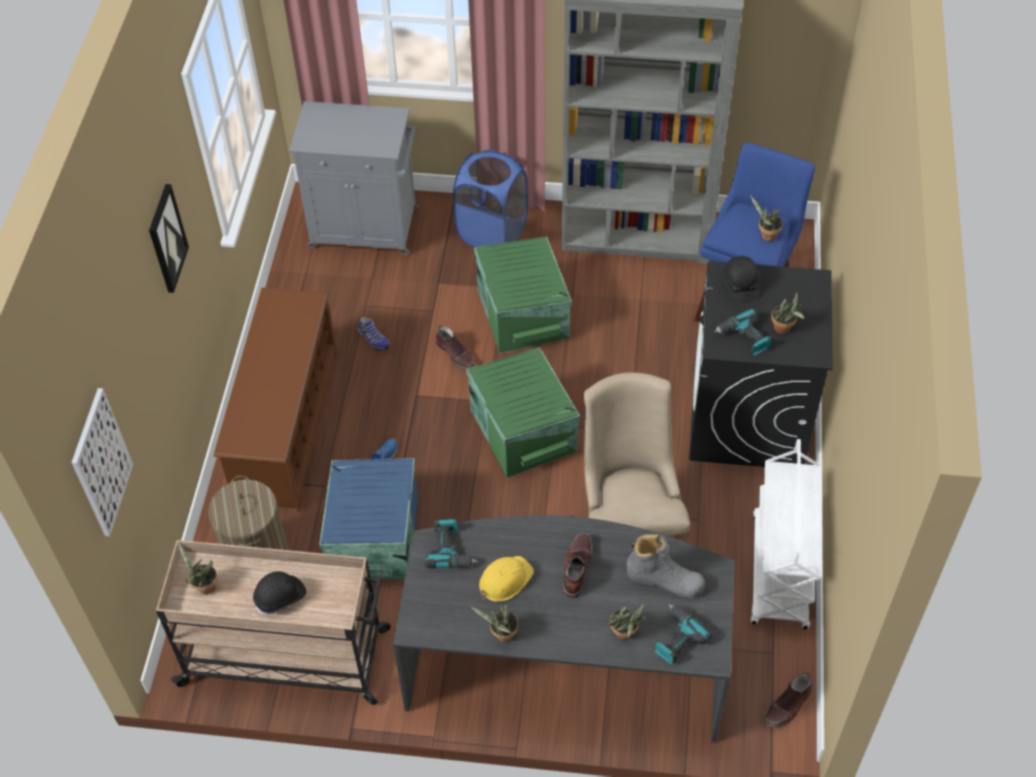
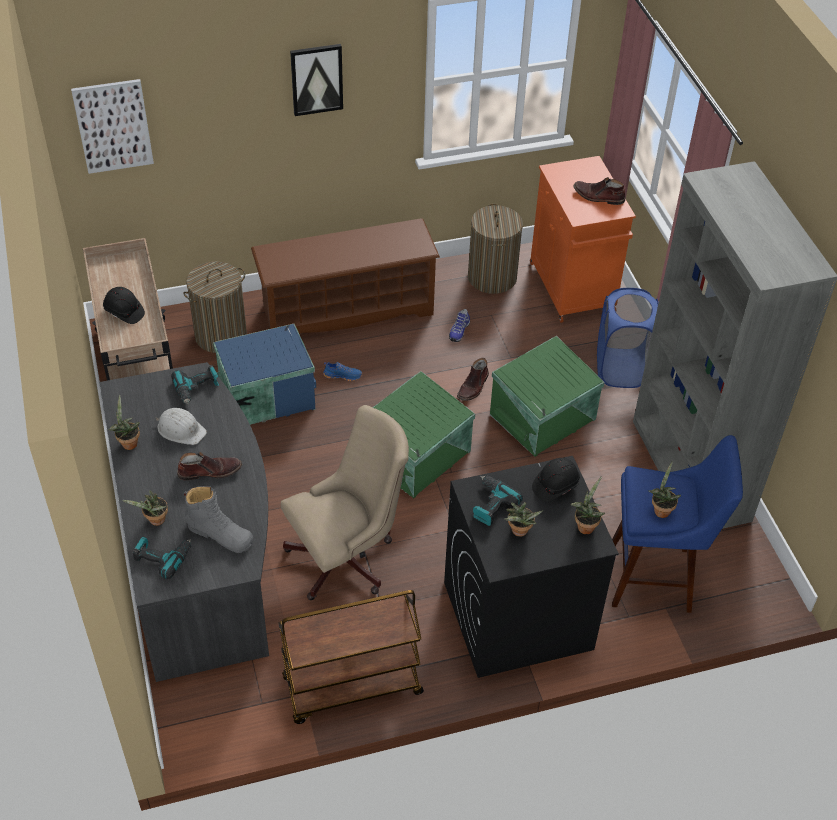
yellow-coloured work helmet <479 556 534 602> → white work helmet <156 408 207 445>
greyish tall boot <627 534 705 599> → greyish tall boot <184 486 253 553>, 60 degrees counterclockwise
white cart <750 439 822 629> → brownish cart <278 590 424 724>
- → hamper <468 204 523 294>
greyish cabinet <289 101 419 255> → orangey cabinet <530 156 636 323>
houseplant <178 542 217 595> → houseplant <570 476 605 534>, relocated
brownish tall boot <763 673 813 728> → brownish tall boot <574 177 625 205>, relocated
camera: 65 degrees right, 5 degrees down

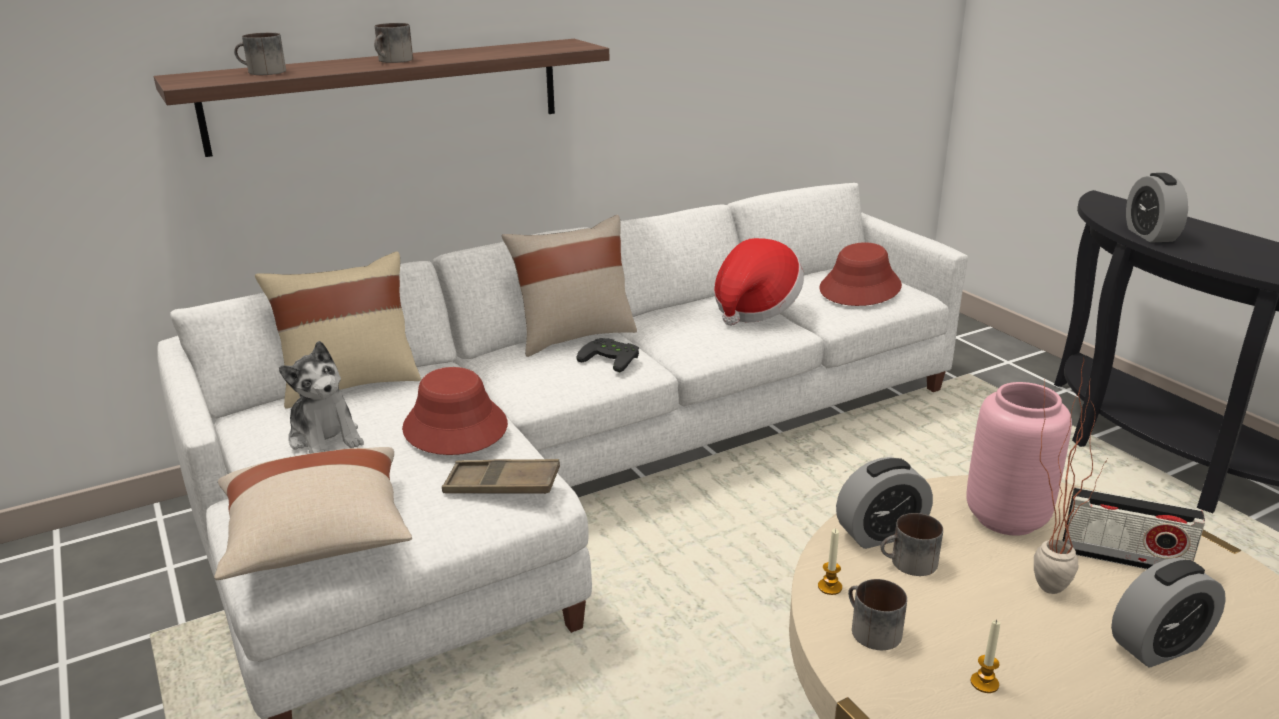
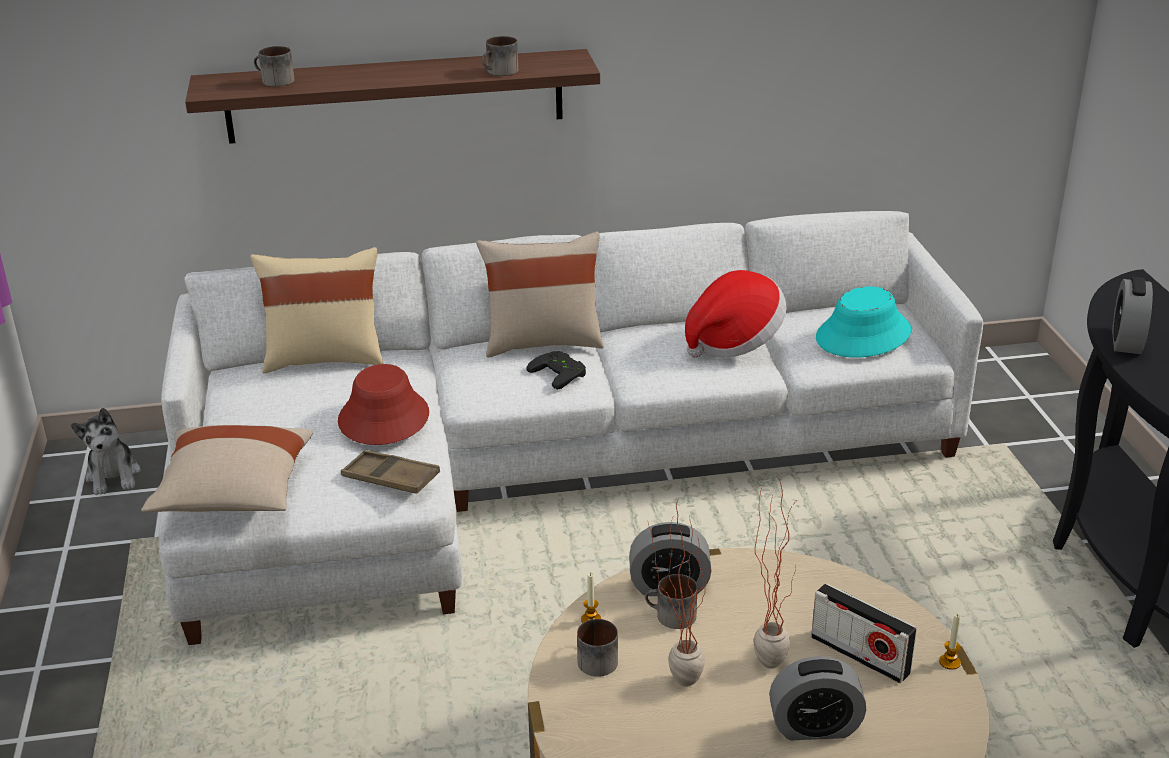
cuddly toy <279 341 364 454> → cuddly toy <71 408 141 495>, relocated
mug <374 23 413 63> → mug <482 36 518 76>, relocated
- → houseplant <648 500 712 687>
red-coloured clothing hat <820 242 902 306> → turquoise-coloured clothing hat <816 286 911 358>
candle <971 620 1000 693> → candle <939 614 961 670>, relocated
pink flower vase <966 382 1072 536> → -
camera: 20 degrees right, 5 degrees up

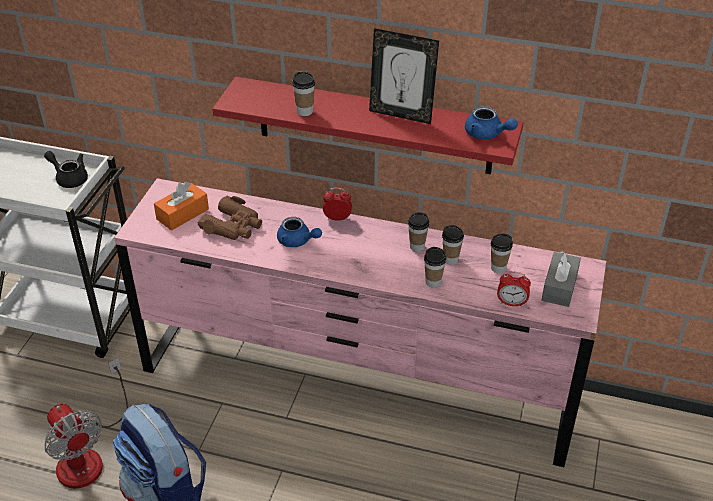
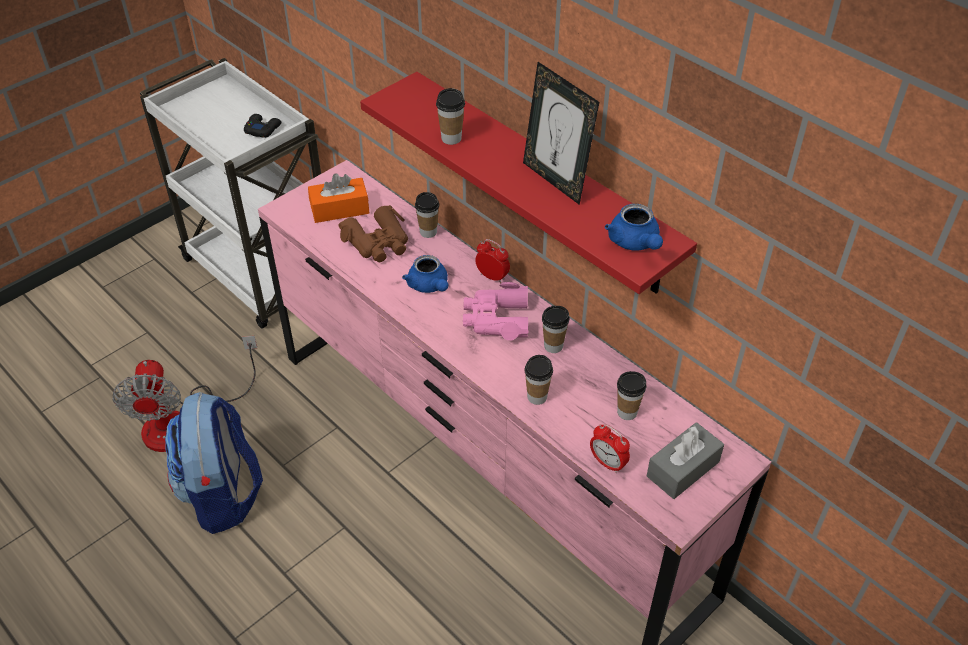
black-coloured pot for tea <44 151 88 188> → black-coloured game controller <244 114 281 138>
cup <442 225 464 265> → cup <415 192 439 238>, relocated
- → pink field glasses <463 282 529 340>
camera: 30 degrees right, 5 degrees up

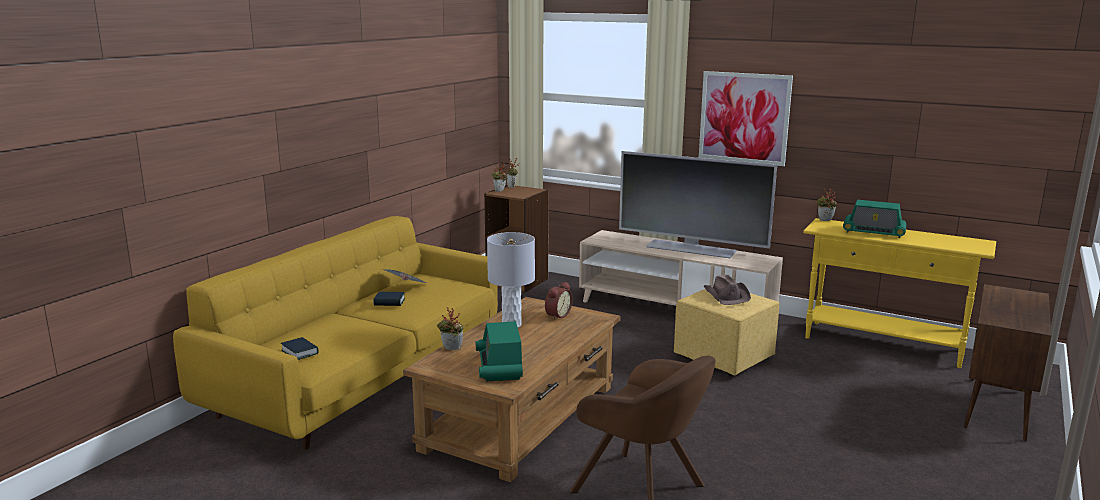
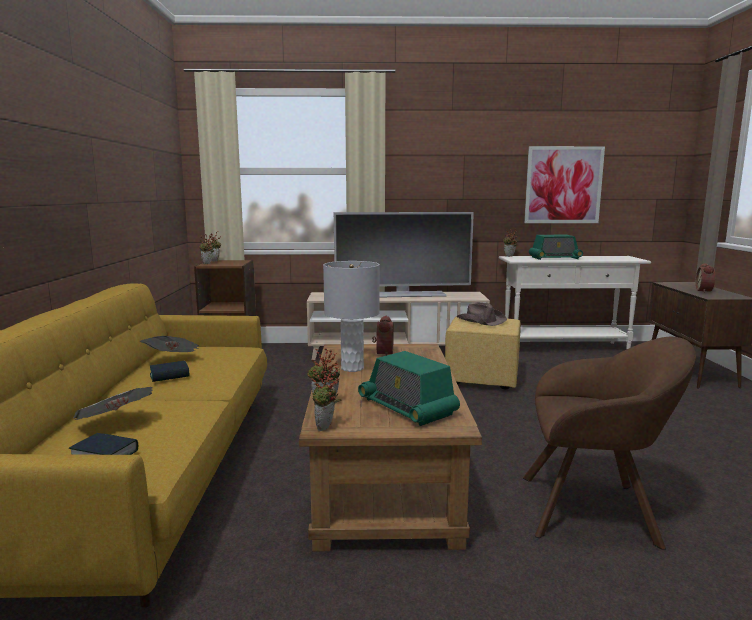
- → daily paper <73 387 153 420>
- → houseplant <311 366 341 431>
yellow-coloured hall table <803 218 996 368> → white hall table <499 256 651 349>
wall art <699 71 793 166> → wall art <524 146 605 223>, relocated
- → table clock <696 263 715 293>
camera: 30 degrees left, 5 degrees down

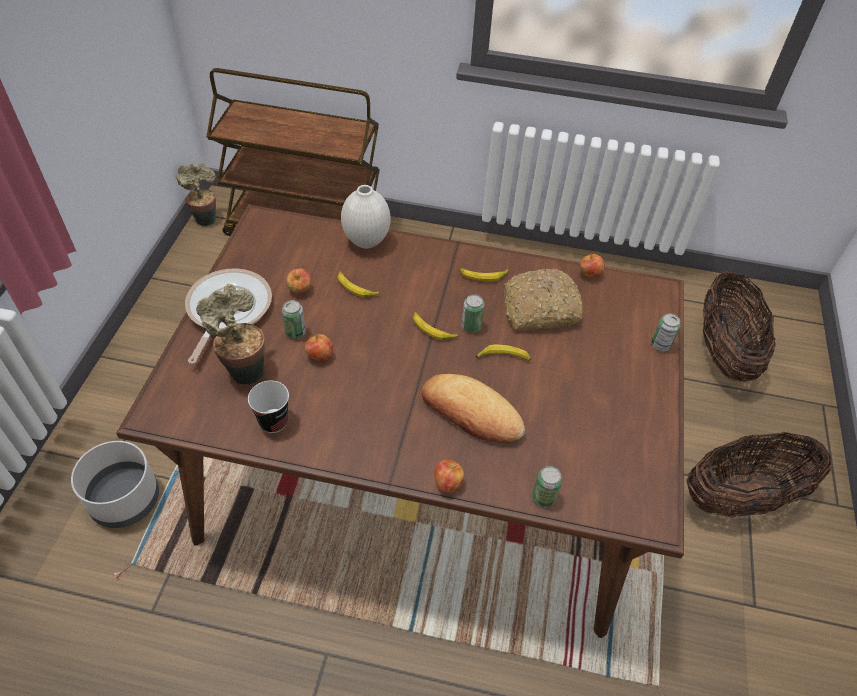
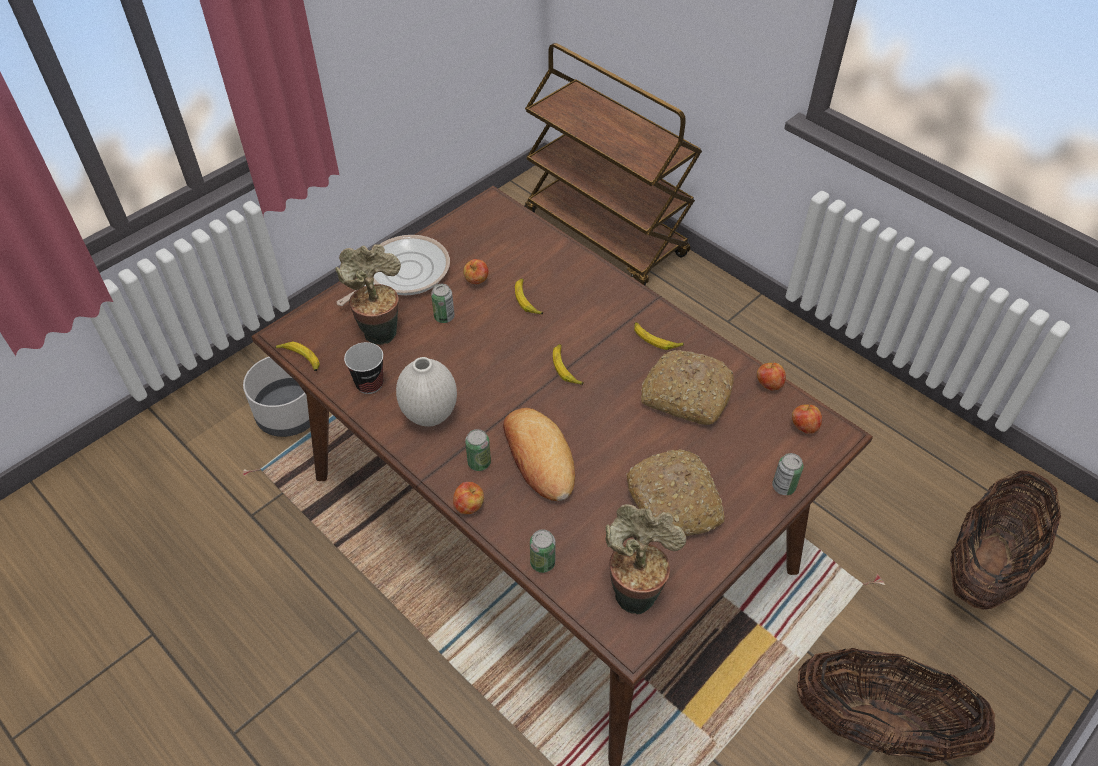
banana fruit <476 345 531 361> → banana fruit <275 341 320 371>, relocated
white flower vase <341 185 391 249> → white flower vase <396 357 457 427>, relocated
sealed can <462 294 485 333> → sealed can <465 429 491 471>, relocated
houseplant <176 163 216 226> → houseplant <605 504 686 614>, relocated
- → bread <626 449 725 536>
whole apple <305 334 333 361> → whole apple <792 404 822 433>, relocated
camera: 35 degrees right, 0 degrees up

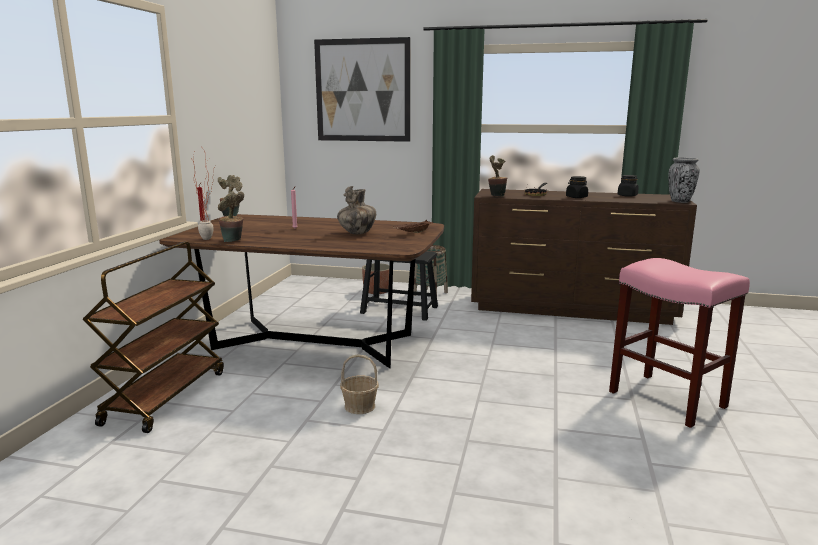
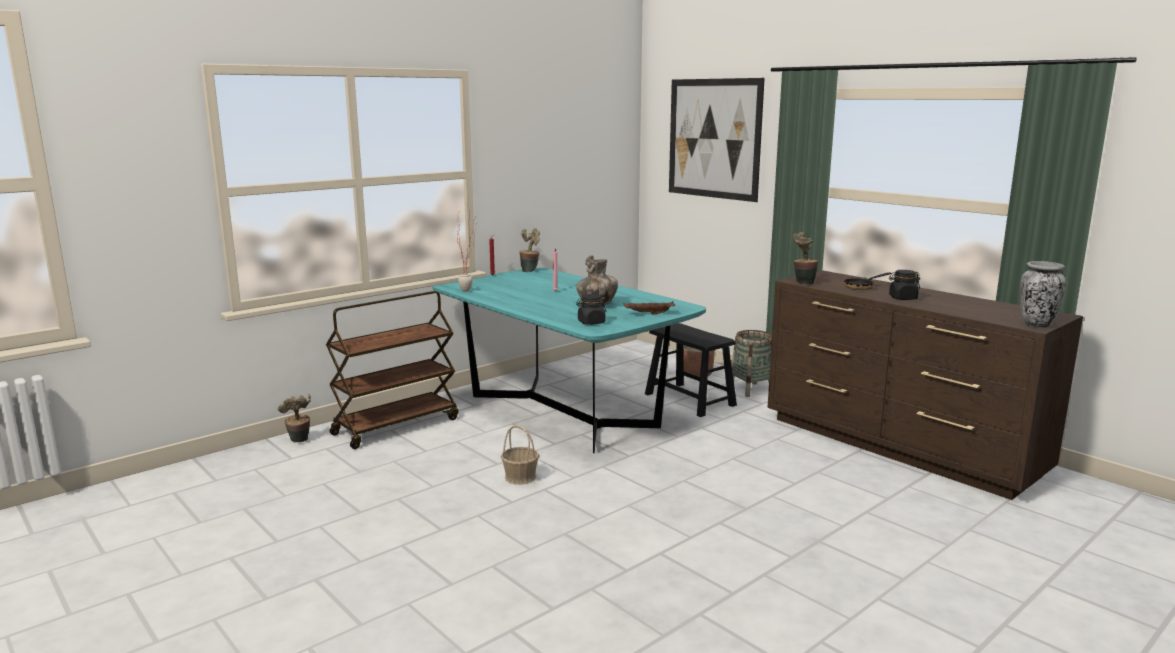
houseplant <218 191 244 242> → houseplant <278 394 311 442>, relocated
brownish dinner table <159 214 444 368> → turquoise-coloured dinner table <433 268 706 453>
black-coloured storage jar <618 175 639 197> → black-coloured storage jar <576 294 606 325>, relocated
pink stool <609 258 750 428> → -
camera: 35 degrees right, 0 degrees up

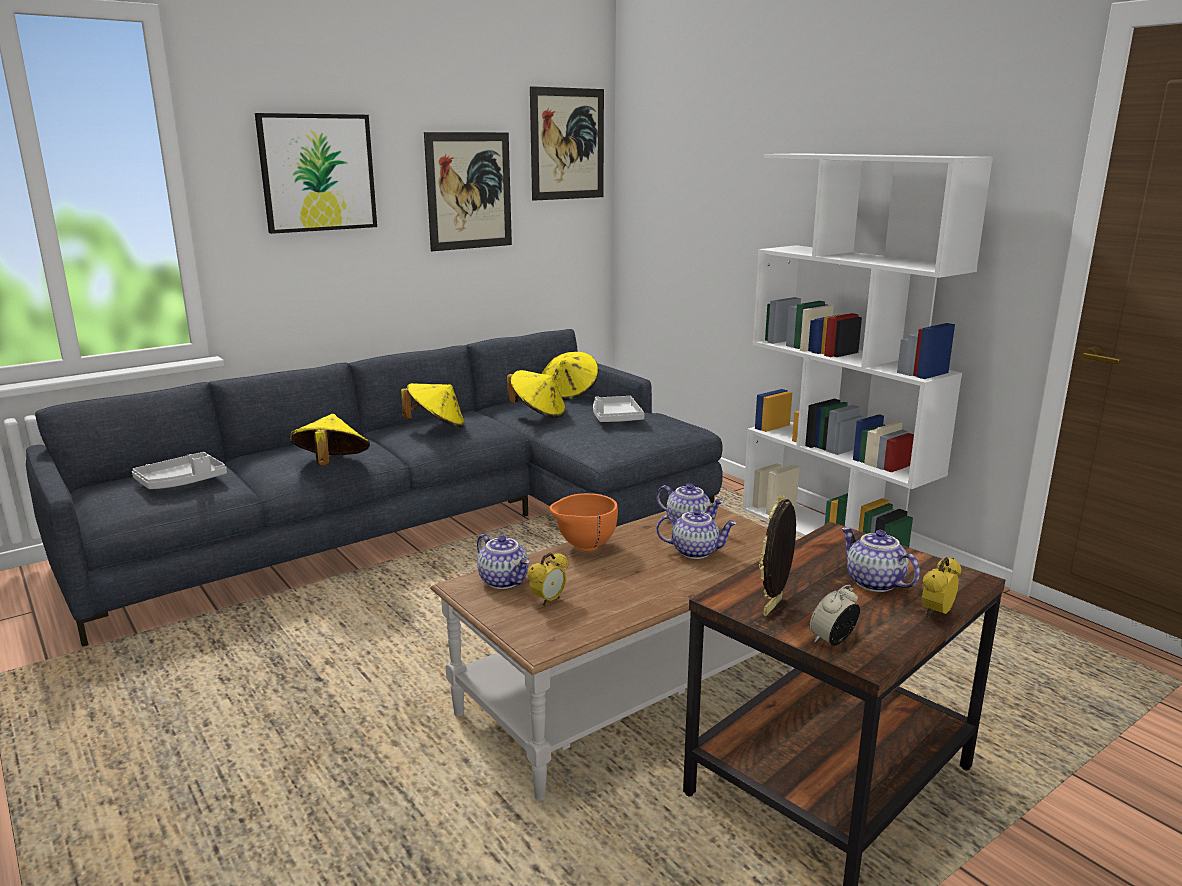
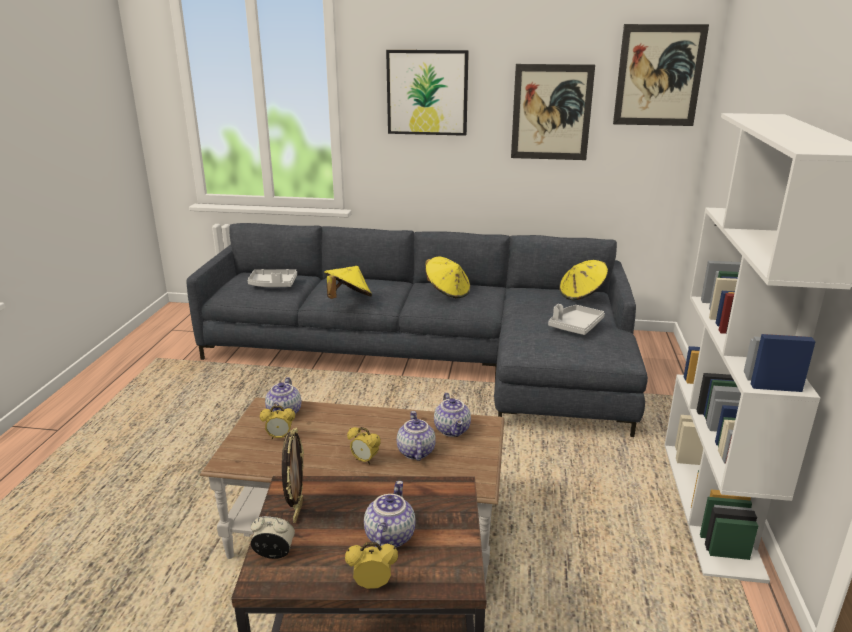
standing frame <759 494 796 616> → standing frame <282 427 304 523>, 105 degrees clockwise
- → table clock <347 427 381 465>
pot for tea <656 509 737 559> → pot for tea <397 411 436 461>, 150 degrees counterclockwise
yellow-coloured clothing hat <507 370 566 418> → -
orangey deep dish <550 493 618 551> → -
camera: 45 degrees right, 5 degrees up

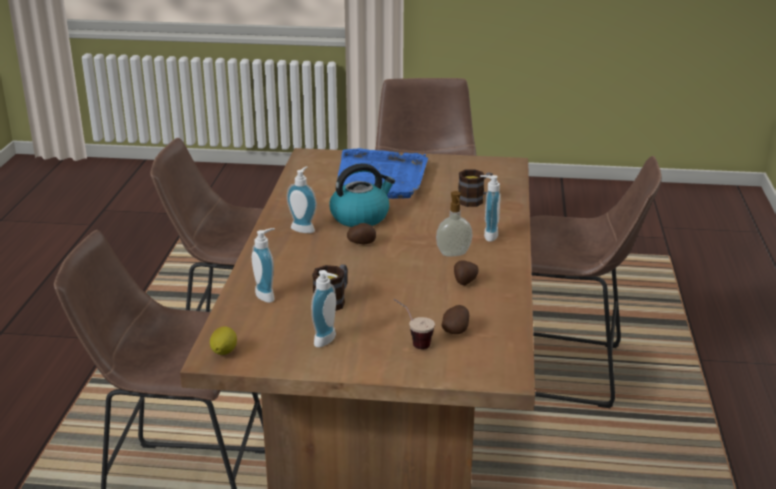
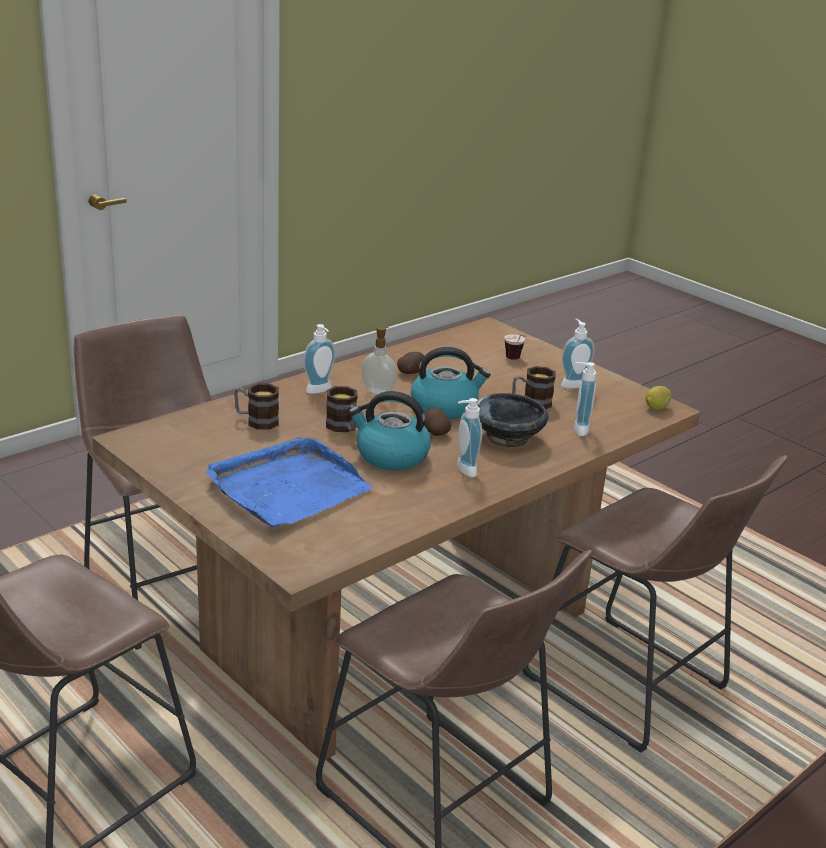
- → mug <326 386 358 432>
- → water kettle <411 347 491 419>
- → black-coloured deep dish <476 393 548 448>
spud <442 305 469 334> → -
camera: 140 degrees left, 0 degrees up

